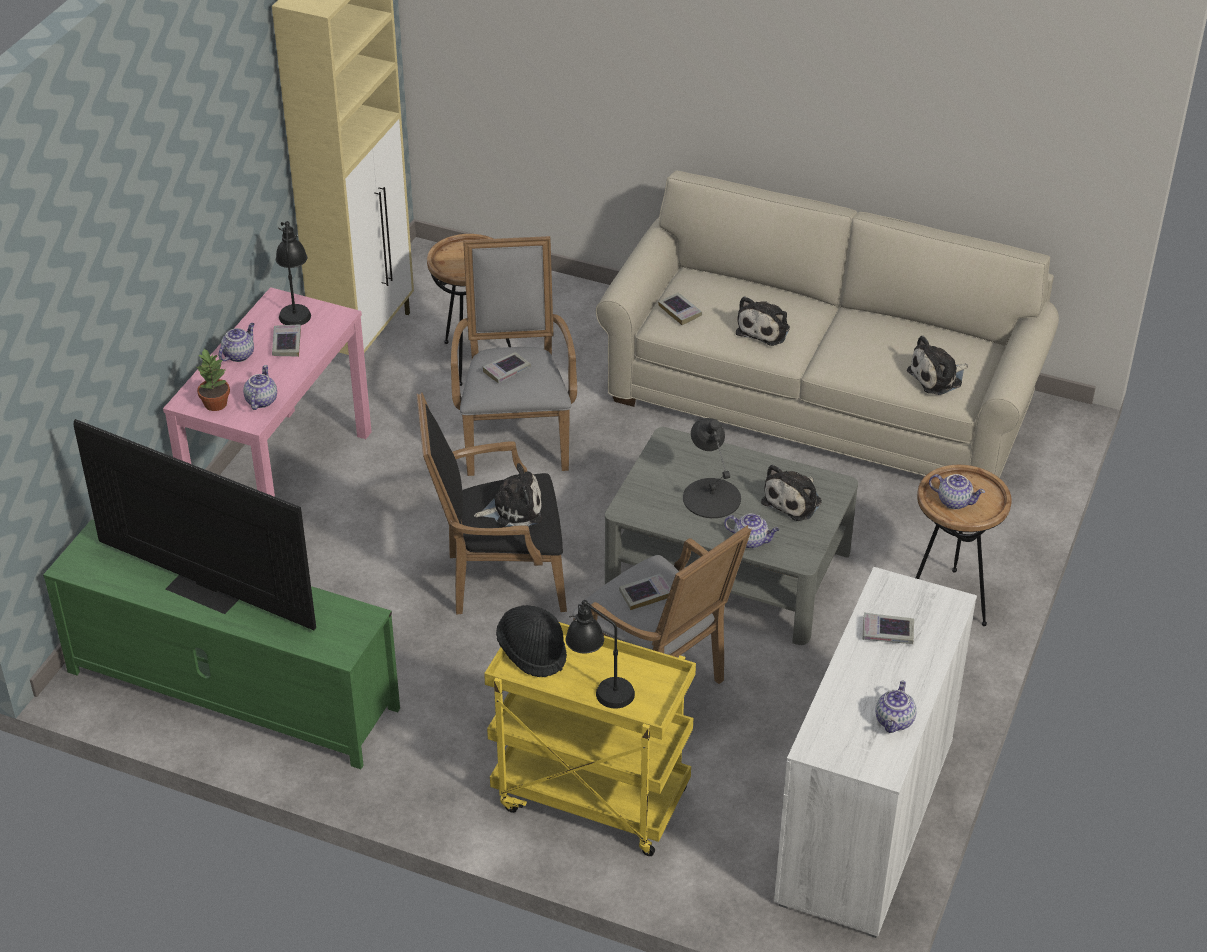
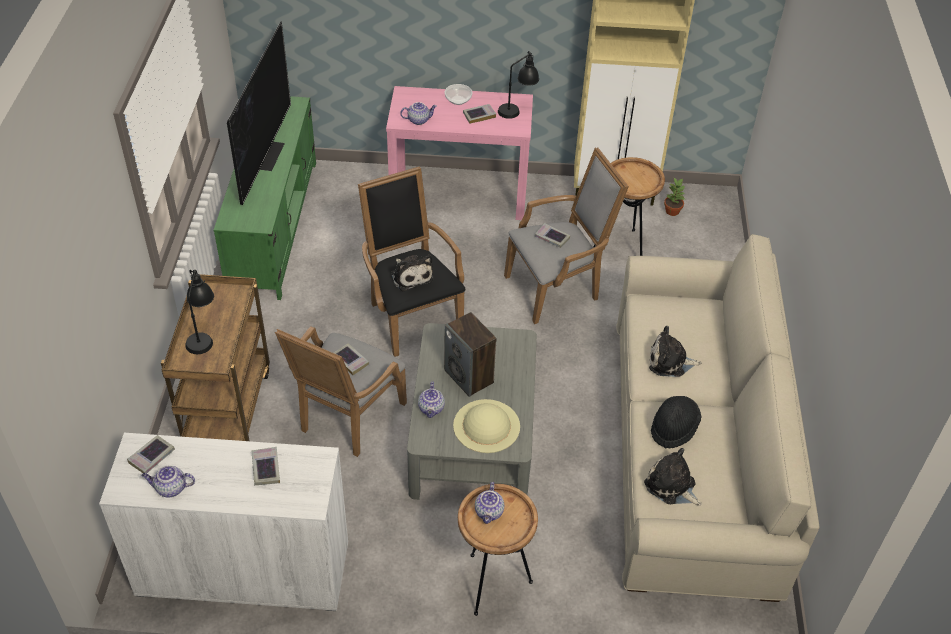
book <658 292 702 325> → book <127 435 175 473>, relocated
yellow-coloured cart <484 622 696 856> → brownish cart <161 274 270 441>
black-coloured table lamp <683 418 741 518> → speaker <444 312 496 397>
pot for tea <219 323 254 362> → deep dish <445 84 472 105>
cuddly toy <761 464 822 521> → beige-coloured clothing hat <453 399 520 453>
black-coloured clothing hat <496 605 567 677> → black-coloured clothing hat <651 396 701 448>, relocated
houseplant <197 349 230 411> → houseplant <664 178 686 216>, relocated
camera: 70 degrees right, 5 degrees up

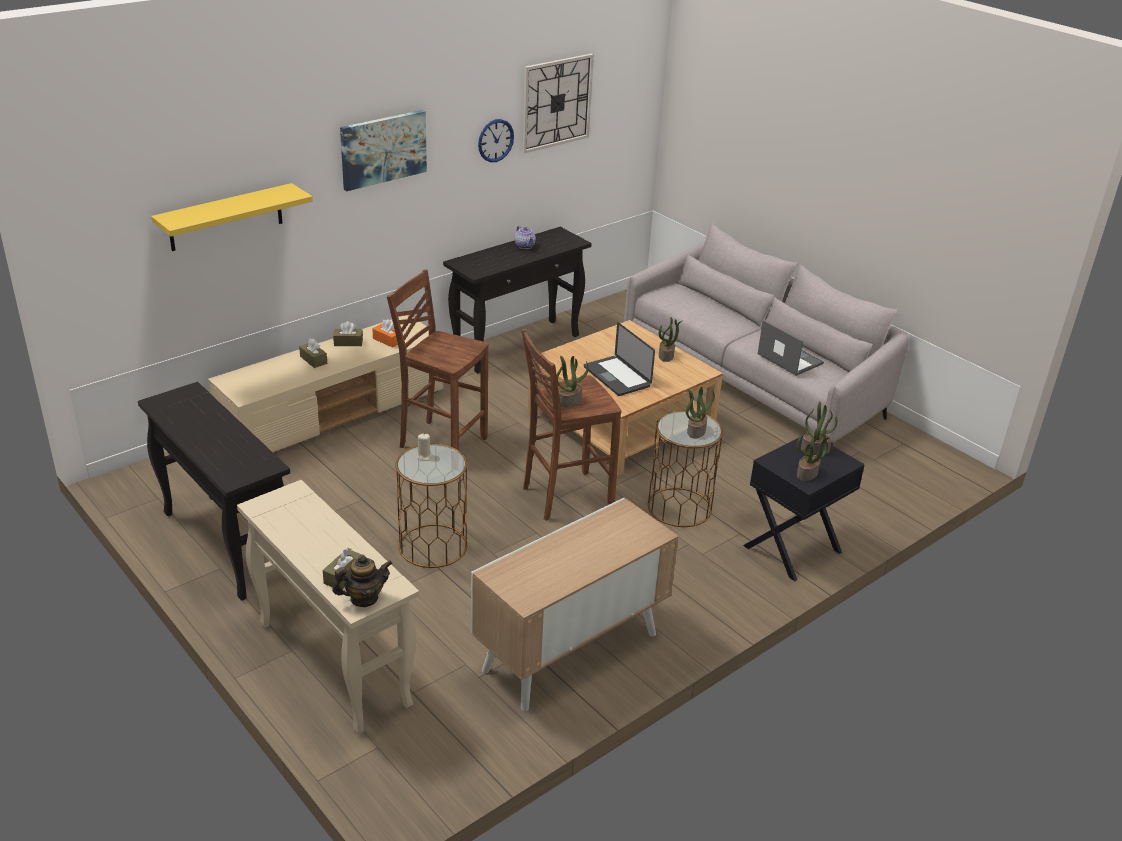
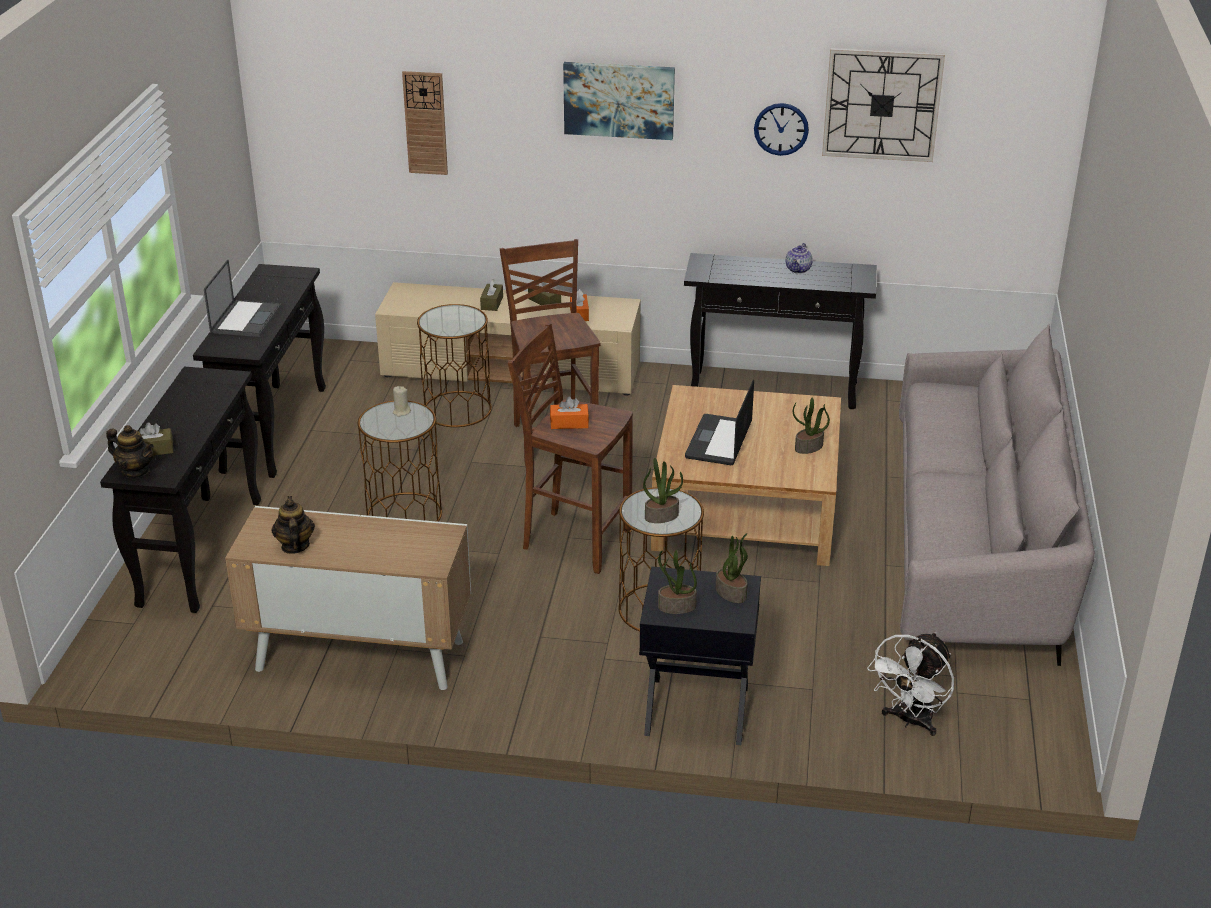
beige-coloured hall table <237 480 419 735> → black-coloured hall table <100 367 261 613>
notebook computer <758 320 824 376> → notebook computer <204 260 281 337>, relocated
- → pot for tea <271 496 315 554>
yellow-coloured shelf <151 183 313 251> → hanging clock <402 71 448 175>
- → brownish side table <417 304 492 427>
houseplant <557 356 588 408> → orangey tissue holder <550 397 589 429>
- → white cooling fan <867 632 954 736>
camera: 50 degrees right, 0 degrees up

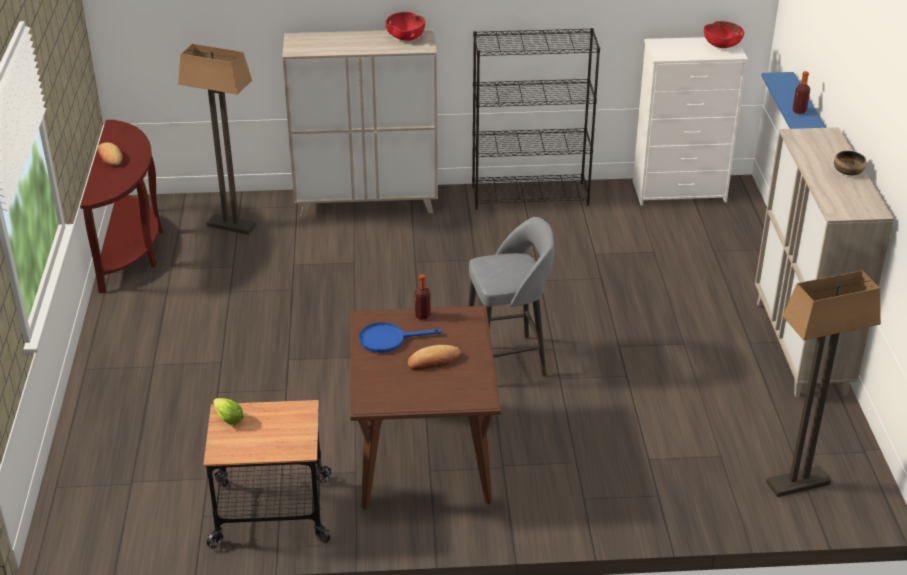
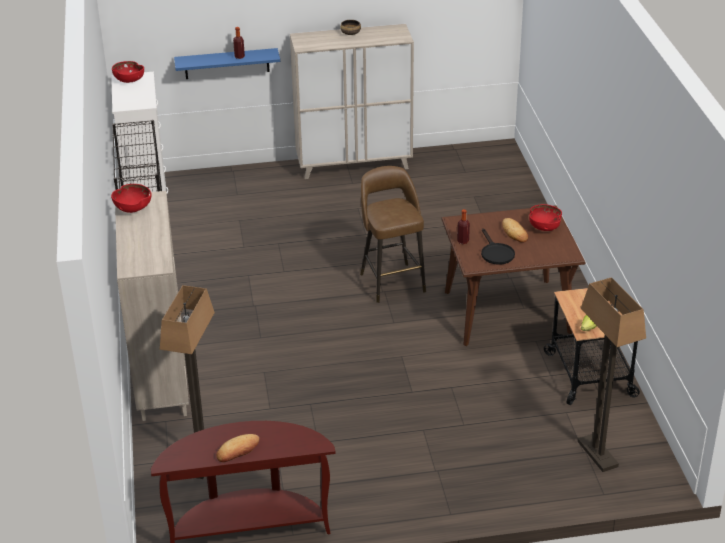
greyish stool <468 217 554 377> → brownish stool <360 166 426 303>
blue frying pan <359 322 442 353> → black-coloured frying pan <481 228 515 265>
- → red-coloured deep dish <529 204 562 231>
floor lamp <766 270 881 497> → floor lamp <578 277 646 472>, relocated
camera: 95 degrees left, 0 degrees up

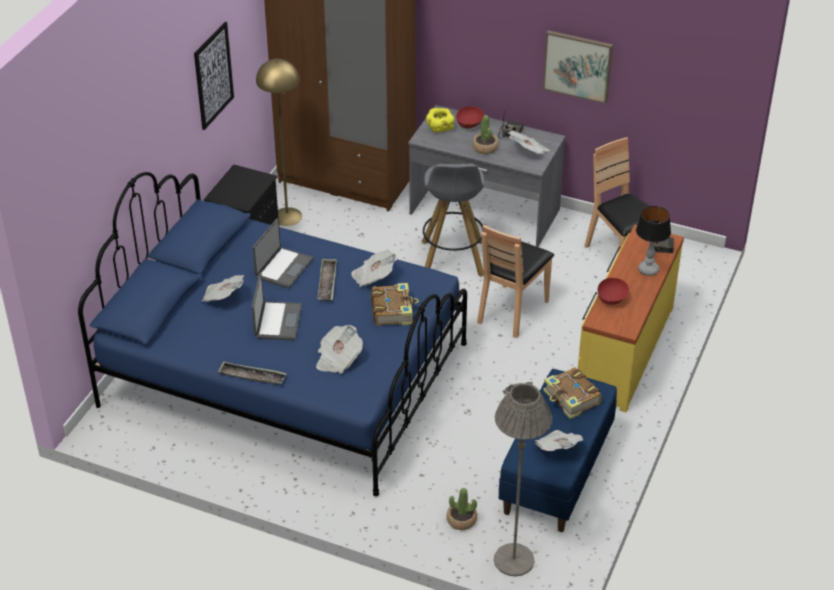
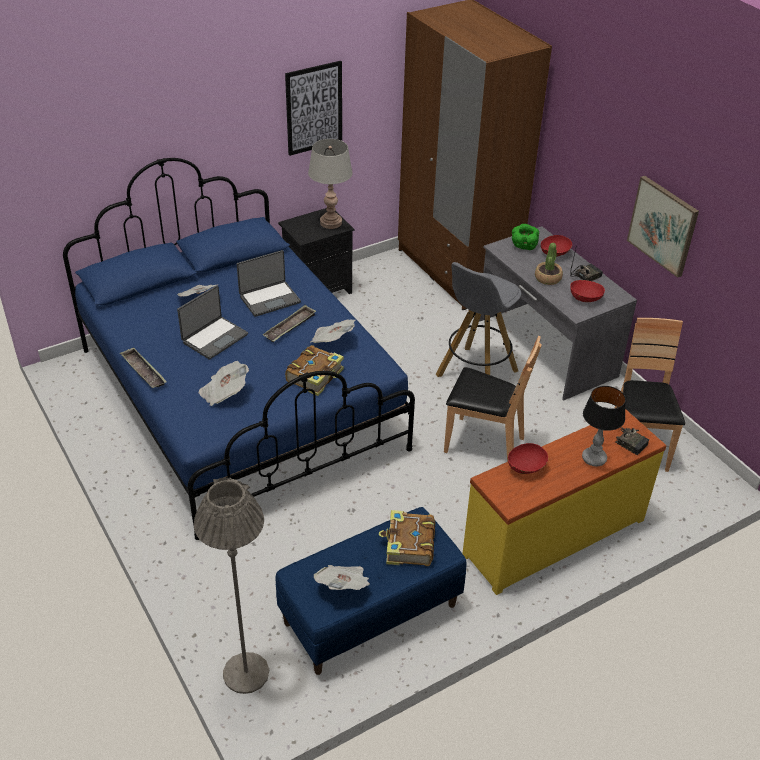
- → greyish table lamp <308 139 353 229>
brownish plain chair <477 225 554 338> → brownish plain chair <444 335 542 462>, 135 degrees counterclockwise
yellow-coloured deep dish <426 108 454 132> → green deep dish <512 224 539 250>
daily paper <509 131 550 154> → red-coloured deep dish <570 280 605 302>
yellow-coloured floor lamp <256 59 302 226> → -
houseplant <447 488 477 530> → -
camera: 35 degrees right, 0 degrees up

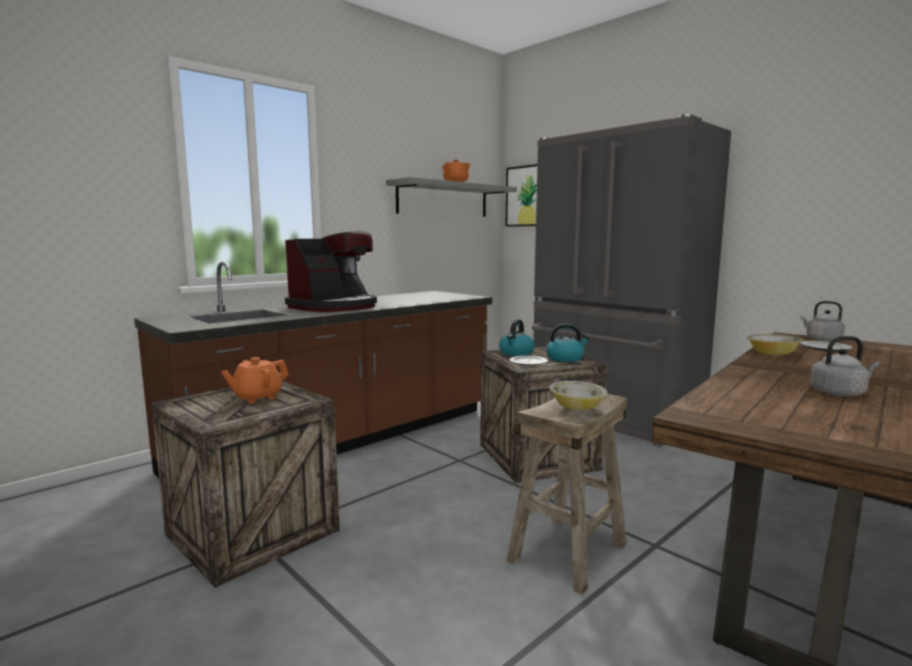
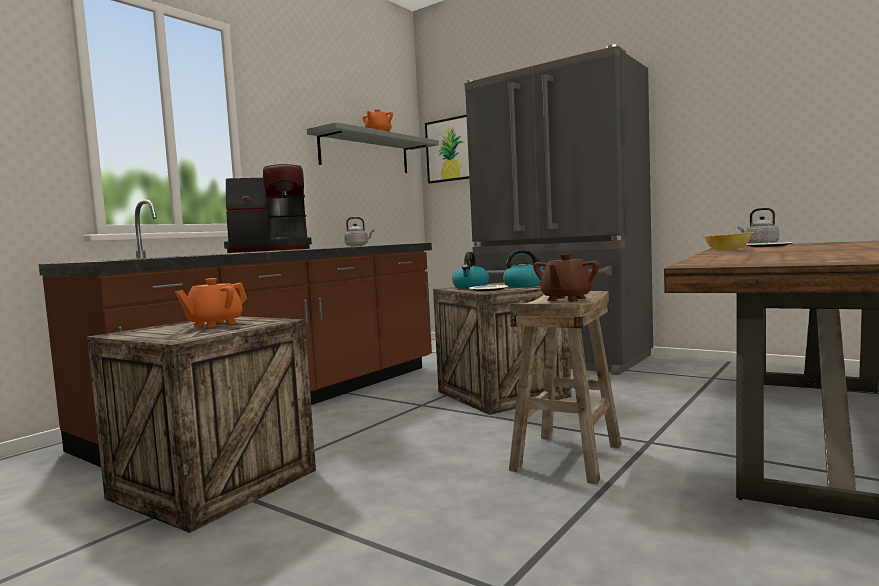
coffee machine <285 231 377 312> → coffee machine <224 164 312 253>, 45 degrees clockwise
greyish water kettle <810 336 880 397> → greyish water kettle <344 217 374 247>, relocated
deep dish <550 381 607 410> → brownish pot for tea <533 254 600 302>
camera: 10 degrees left, 5 degrees down

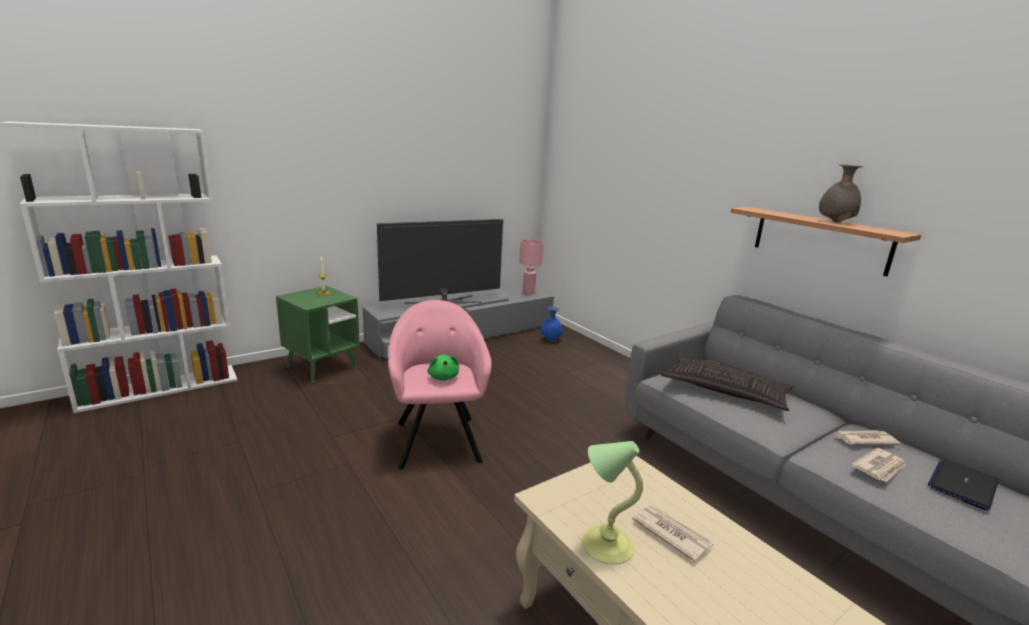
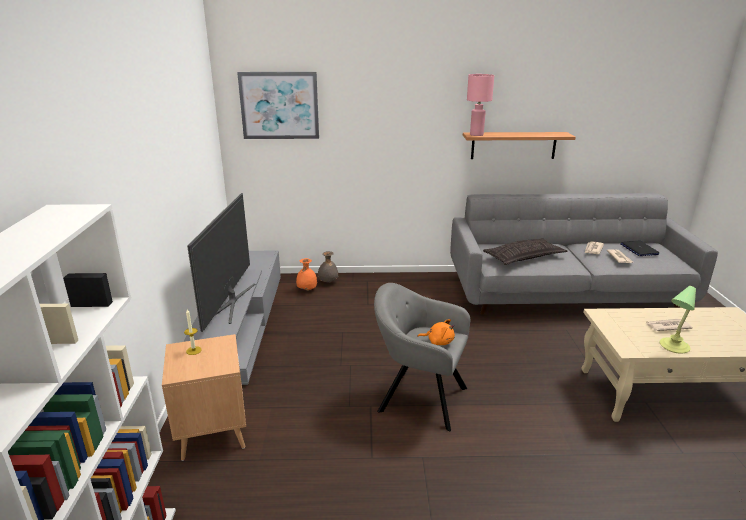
green side table <276 286 360 382> → brownish side table <162 334 246 461>
- → wall art <237 72 319 139>
blue flower vase <540 307 563 341> → orangey flower vase <296 258 317 291>
greyish flower vase <819 165 863 223> → greyish flower vase <318 251 338 283>, relocated
pink lounge chair <388 300 492 470> → greyish lounge chair <374 283 470 431>
green cuddly toy <427 355 459 381> → orangey cuddly toy <417 319 455 345>
pink table lamp <519 239 544 295> → pink table lamp <467 74 494 136>, relocated
camera: 55 degrees left, 5 degrees up

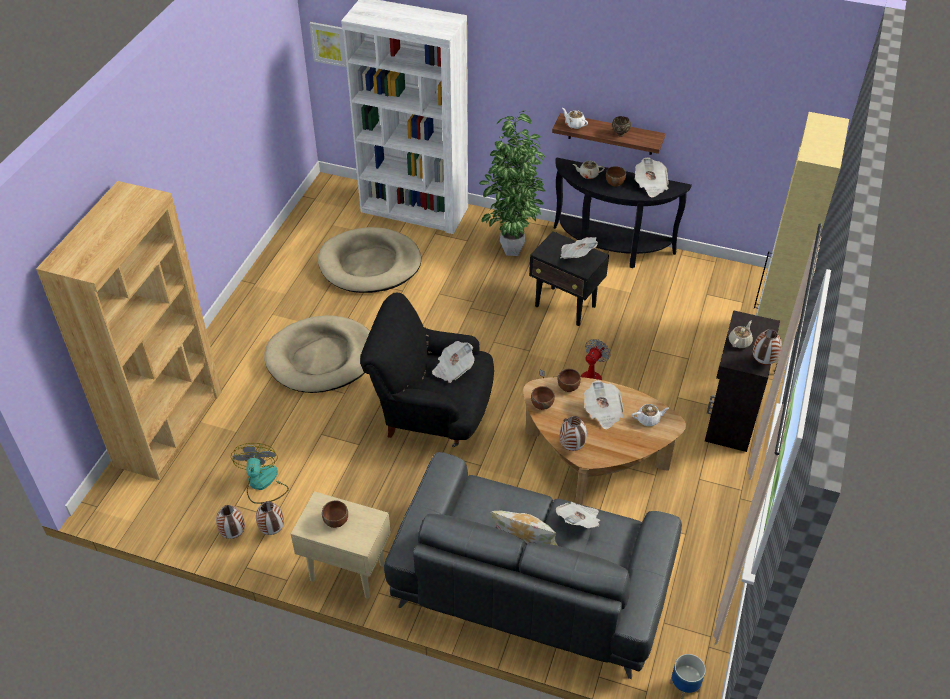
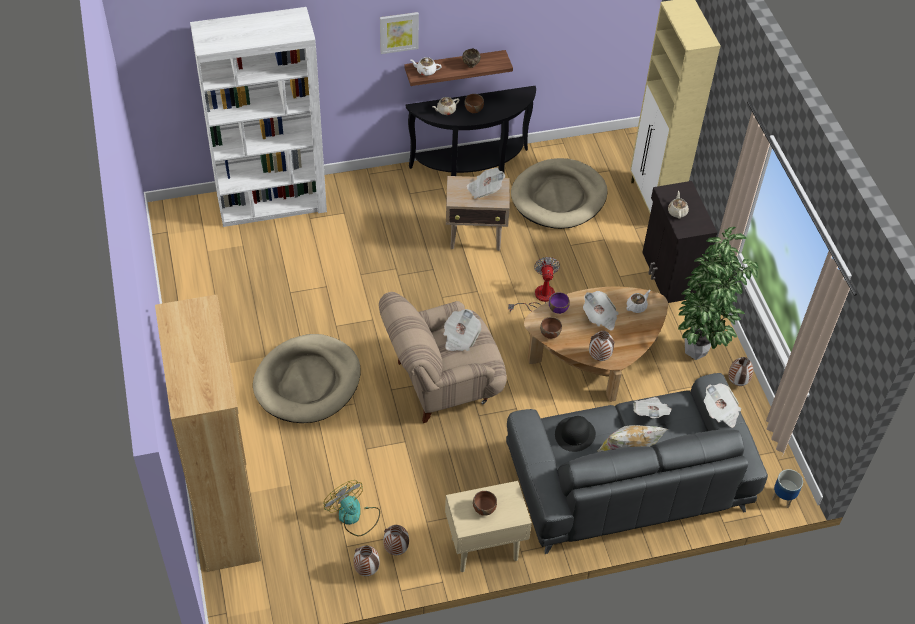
black-coloured lounge chair <360 293 494 447> → beige-coloured lounge chair <379 292 507 423>
wall art <309 22 347 68> → wall art <380 12 419 54>, relocated
black-coloured side table <529 231 609 326> → beige-coloured side table <446 176 510 251>
beige-coloured dog bed <318 227 421 293> → beige-coloured dog bed <511 158 608 229>, relocated
brownish deep dish <558 369 581 392> → purple deep dish <549 292 570 314>
- → black-coloured clothing hat <555 416 596 452>
houseplant <479 110 546 256> → houseplant <678 227 758 360>, relocated
daily paper <635 158 669 198> → daily paper <704 383 741 428>, relocated
flower vase <753 329 782 365> → flower vase <728 357 753 386>, relocated
camera: 35 degrees left, 5 degrees up

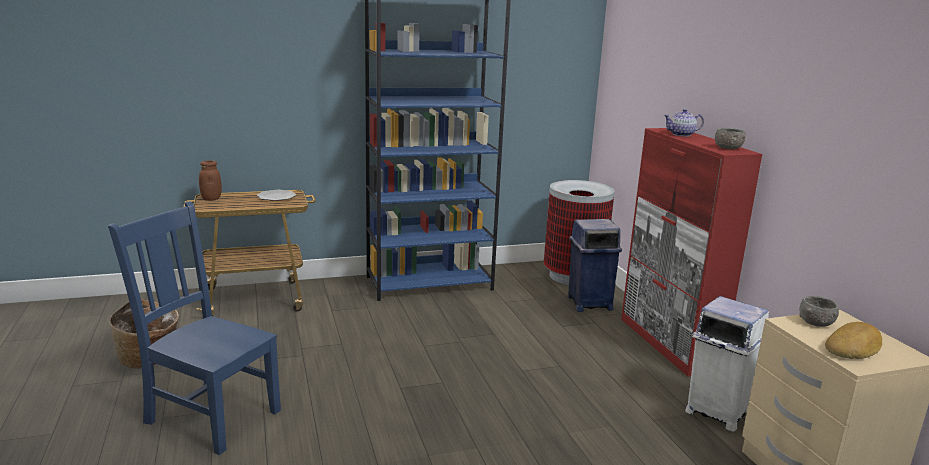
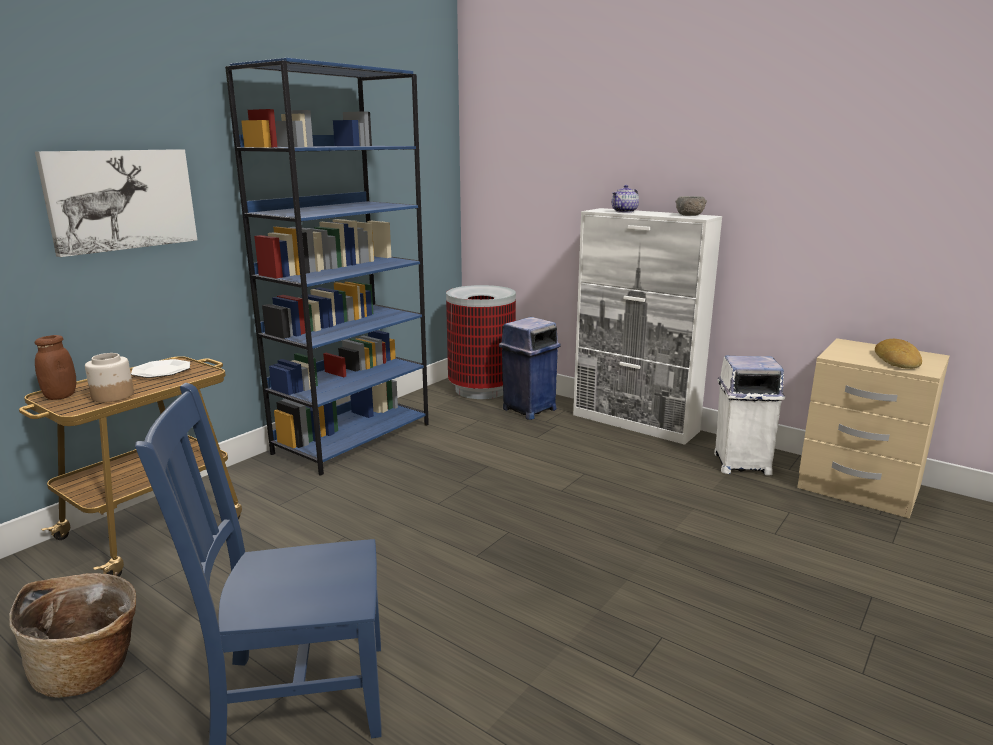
- → wall art <35 149 197 257>
- → storage jar <85 353 134 403>
red-coloured cabinet <621 128 762 377> → white cabinet <573 208 722 445>
greyish deep dish <799 296 839 327> → -
camera: 35 degrees left, 0 degrees up

